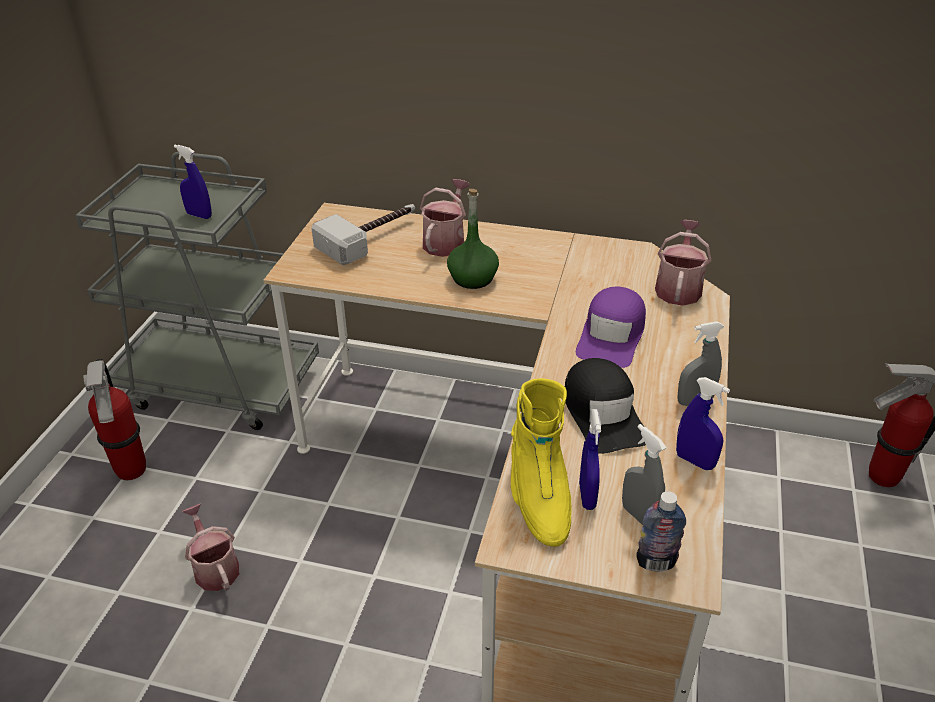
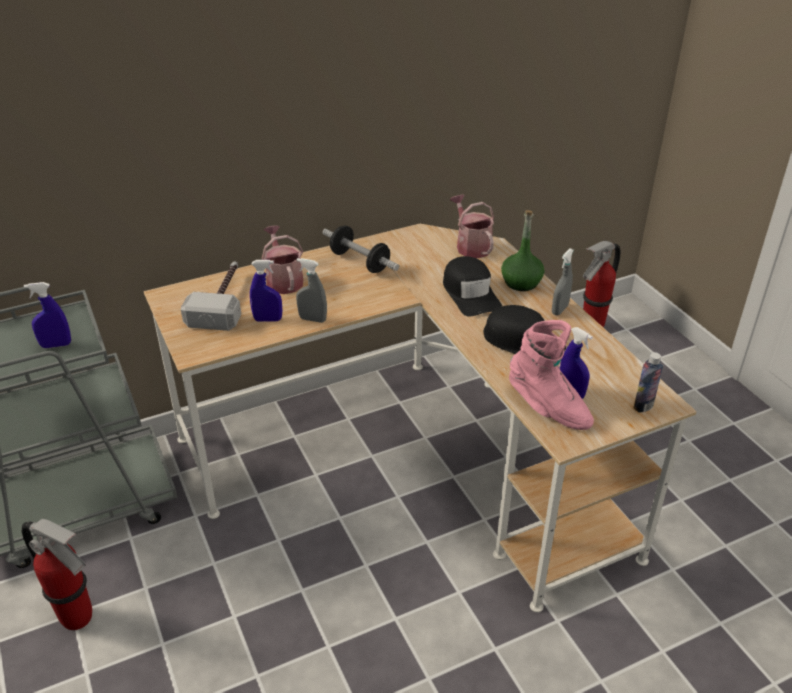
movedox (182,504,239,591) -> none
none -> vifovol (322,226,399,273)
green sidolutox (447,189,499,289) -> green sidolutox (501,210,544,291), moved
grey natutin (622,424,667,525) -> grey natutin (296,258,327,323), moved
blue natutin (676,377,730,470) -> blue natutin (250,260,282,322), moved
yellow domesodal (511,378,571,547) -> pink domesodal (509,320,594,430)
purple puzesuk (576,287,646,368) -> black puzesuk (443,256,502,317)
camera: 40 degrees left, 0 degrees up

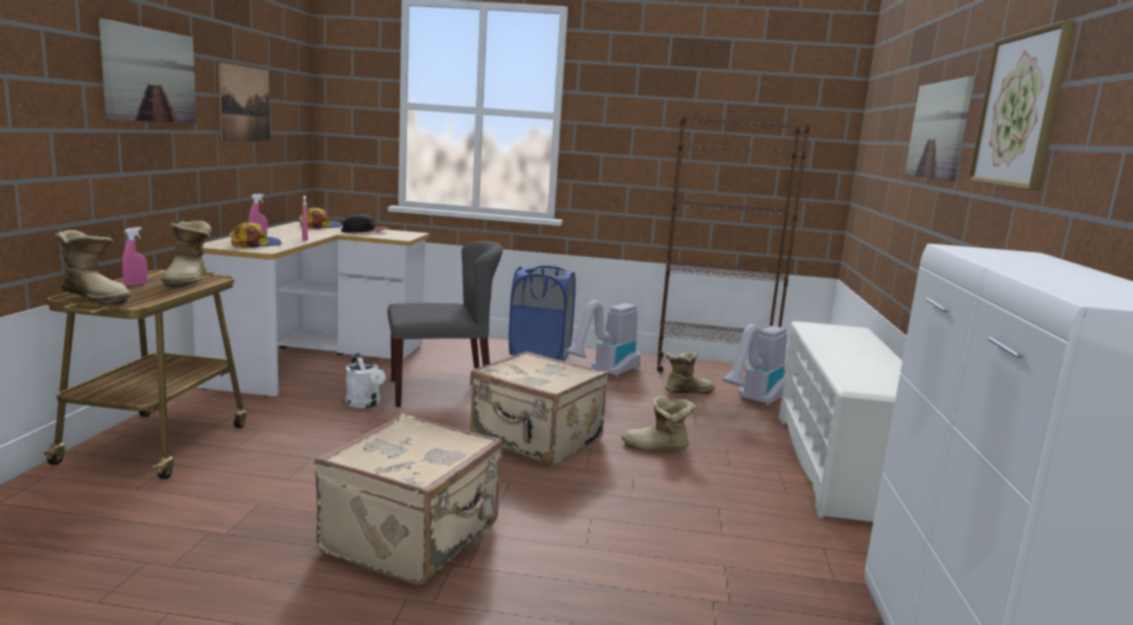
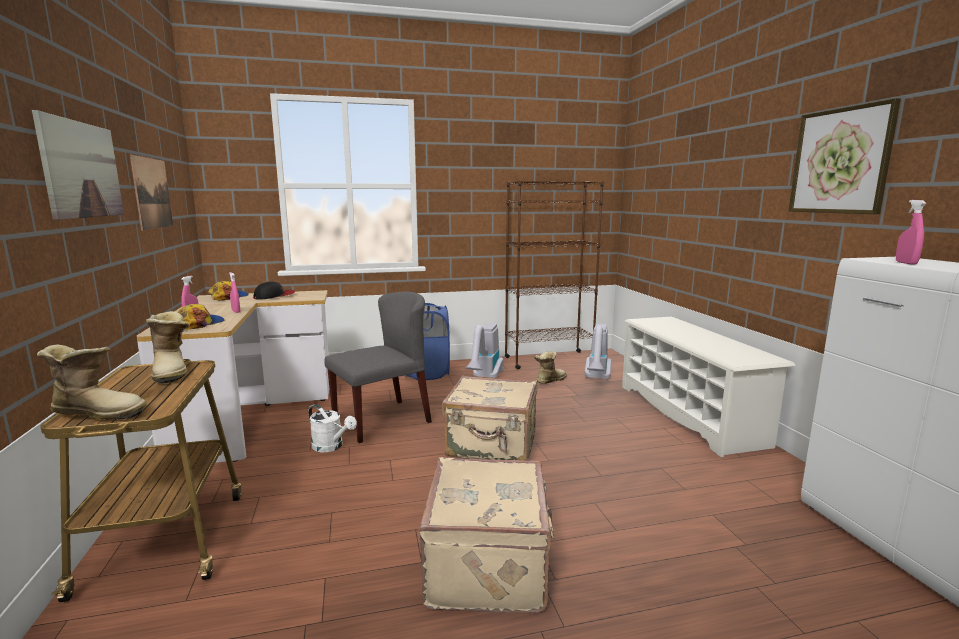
domesodal (622,395,696,450) -> none
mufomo (905,76,975,181) -> none
pink natutin (122,227,147,286) -> pink natutin (896,200,926,265), moved
camera: 20 degrees left, 0 degrees up

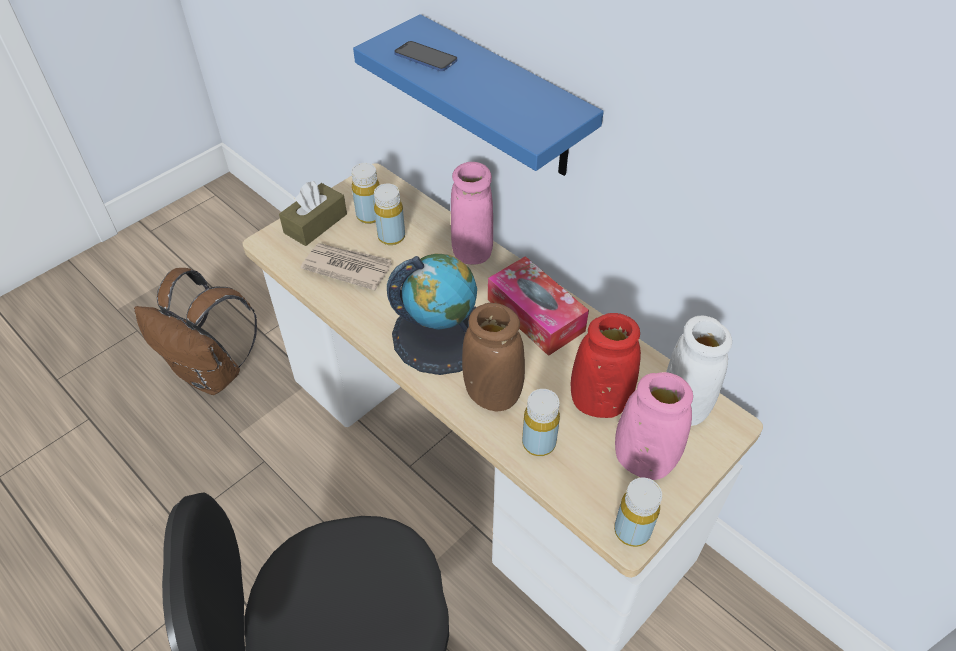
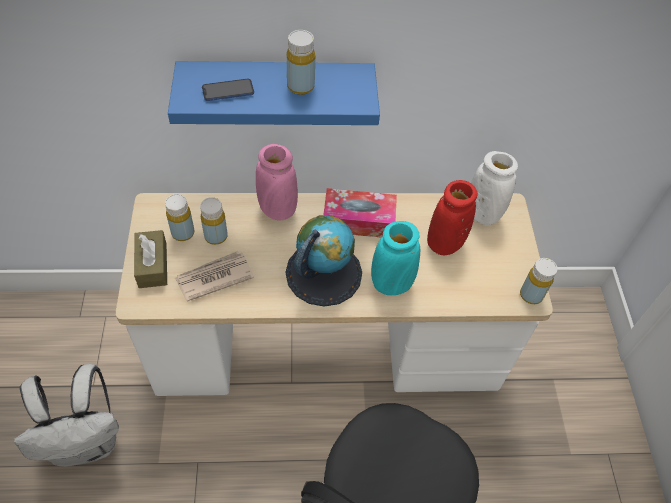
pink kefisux (615,372,693,480) -> none
yellow sidolutox (522,389,560,456) -> yellow sidolutox (286,30,315,95), moved
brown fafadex (134,268,257,395) -> white fafadex (14,364,119,467)
brown kefisux (462,303,525,411) -> turquoise kefisux (371,221,420,295)
camera: 50 degrees left, 5 degrees up

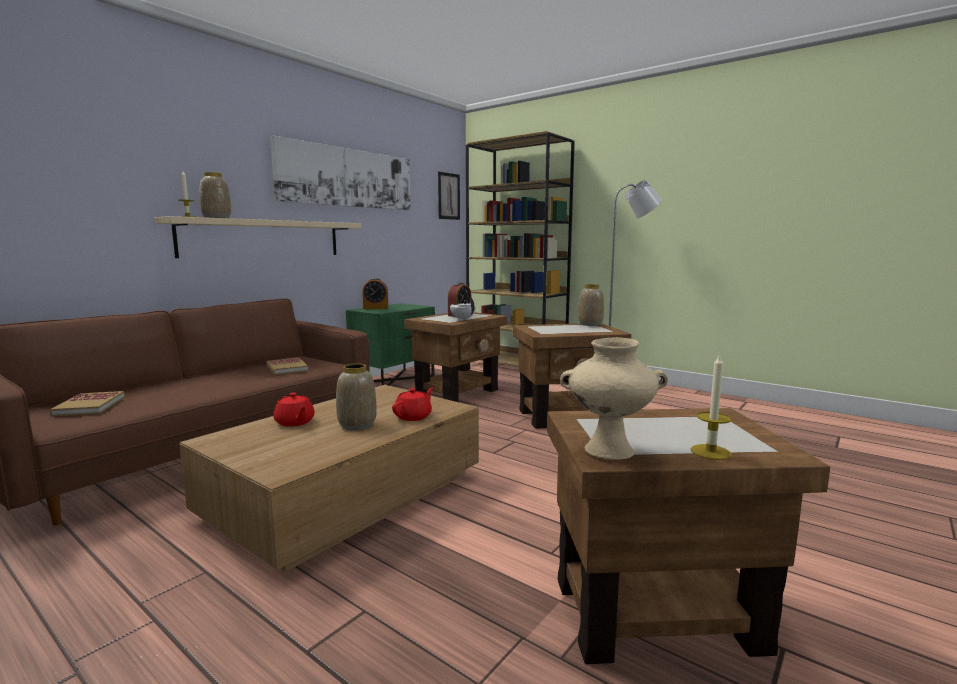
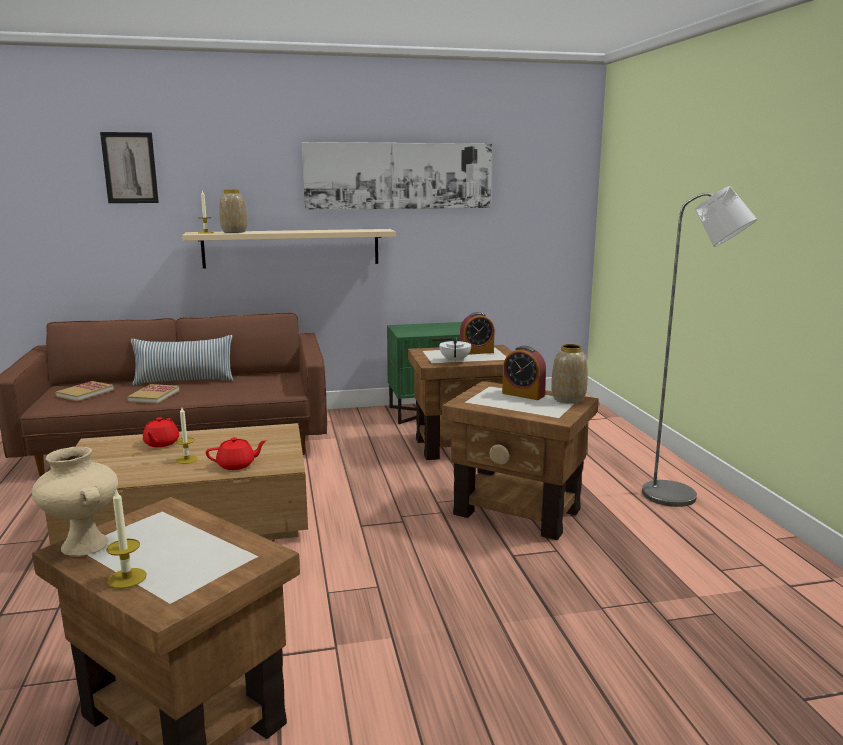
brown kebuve (466,131,575,367) -> none
none -> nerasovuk (131,335,233,386)
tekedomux (267,358,308,375) -> tekedomux (126,384,180,404), moved
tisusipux (362,278,388,309) -> tisusipux (502,346,546,400), moved
mufomo (438,172,460,220) -> mufomo (100,132,159,203), moved
kefisux (336,364,377,430) -> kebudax (176,407,198,464)
camera: 40 degrees right, 5 degrees up

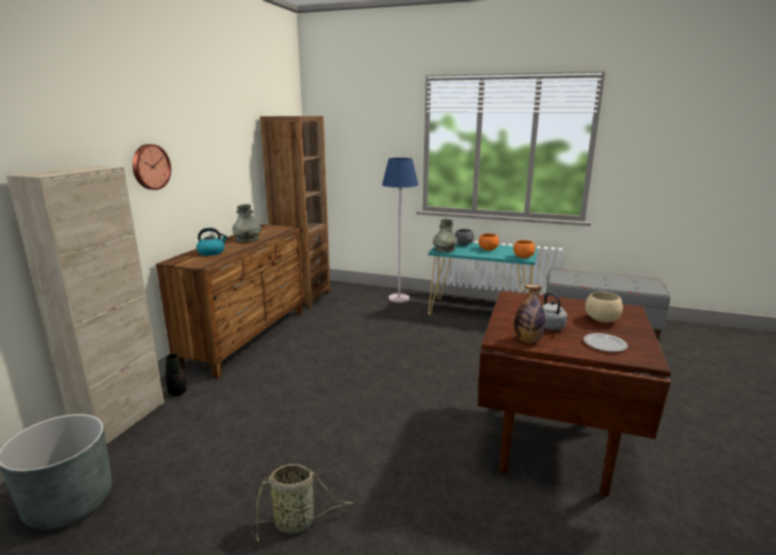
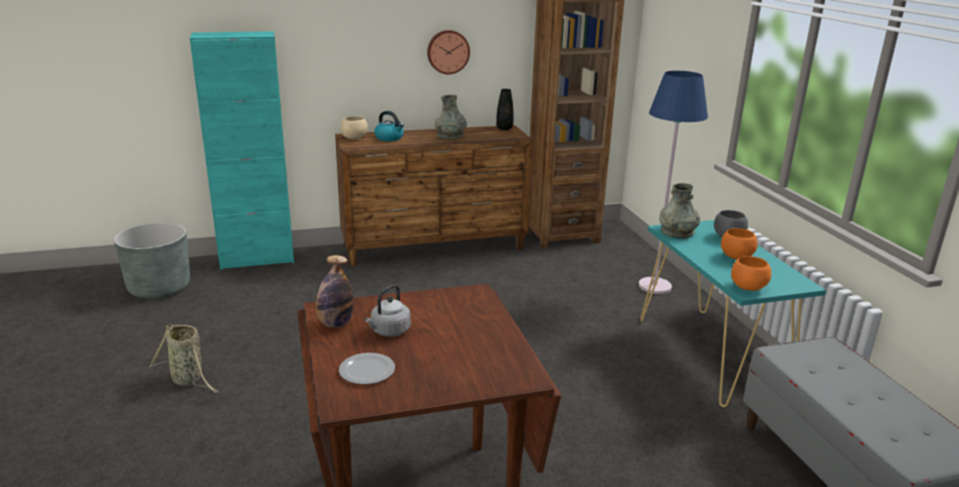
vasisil (132,144,171,190) -> vasisil (427,30,470,74), moved
black kefisux (166,354,187,396) -> black kefisux (496,89,514,130), moved
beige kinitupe (585,291,623,322) -> beige kinitupe (340,116,368,139), moved
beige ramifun (6,166,164,444) -> turquoise ramifun (190,31,294,270)
camera: 55 degrees right, 5 degrees up

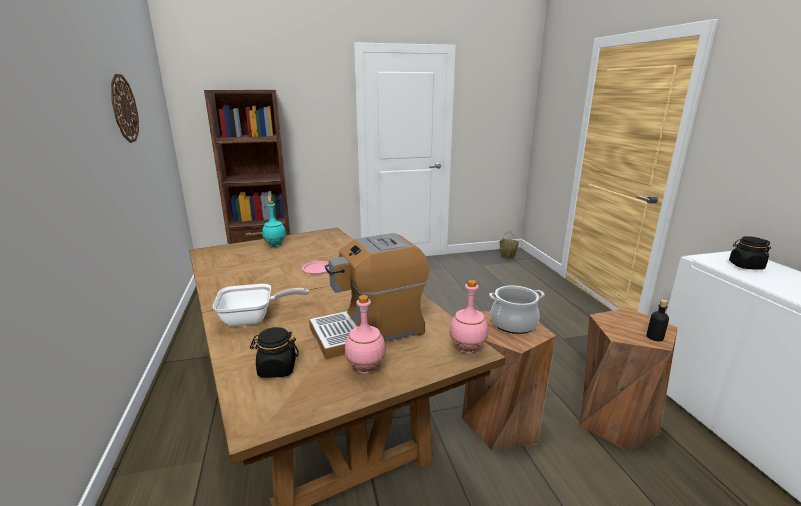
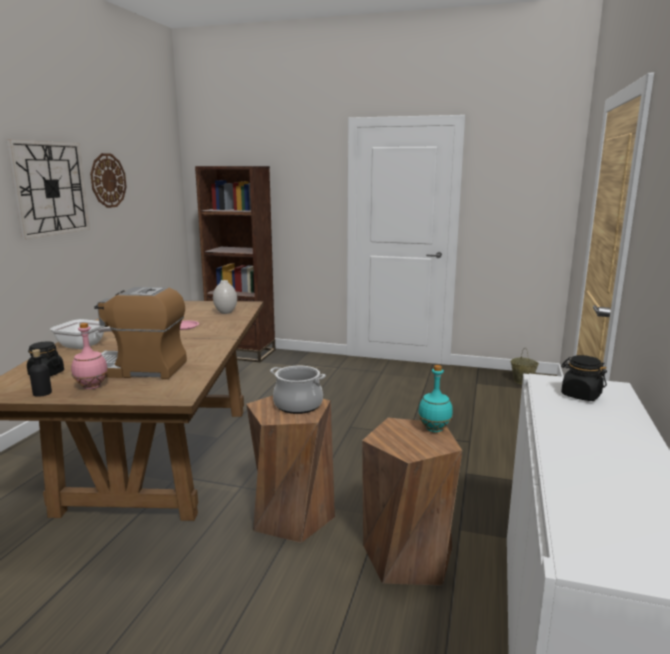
pink sidolutox (449,280,488,353) -> none
none -> vasisil (7,140,90,239)
none -> white kefisux (213,280,237,314)
turquoise sidolutox (262,201,286,247) -> turquoise sidolutox (418,365,453,432), moved
black sidolutox (647,299,669,341) -> black sidolutox (29,349,52,397), moved
camera: 30 degrees right, 5 degrees down

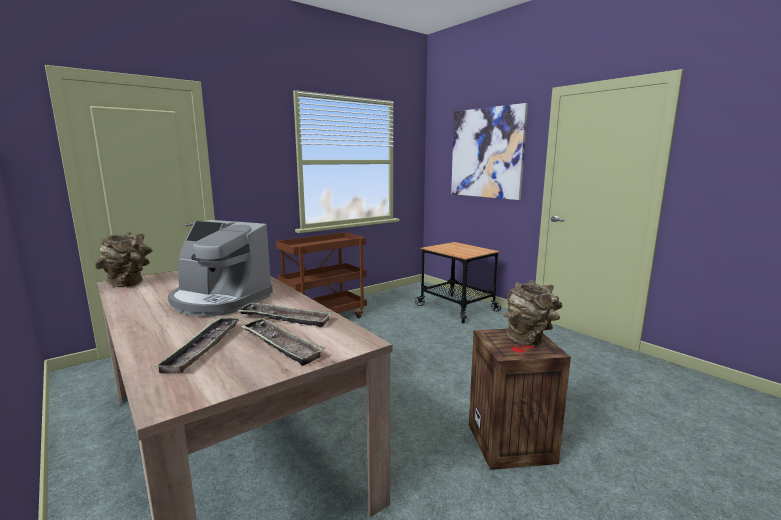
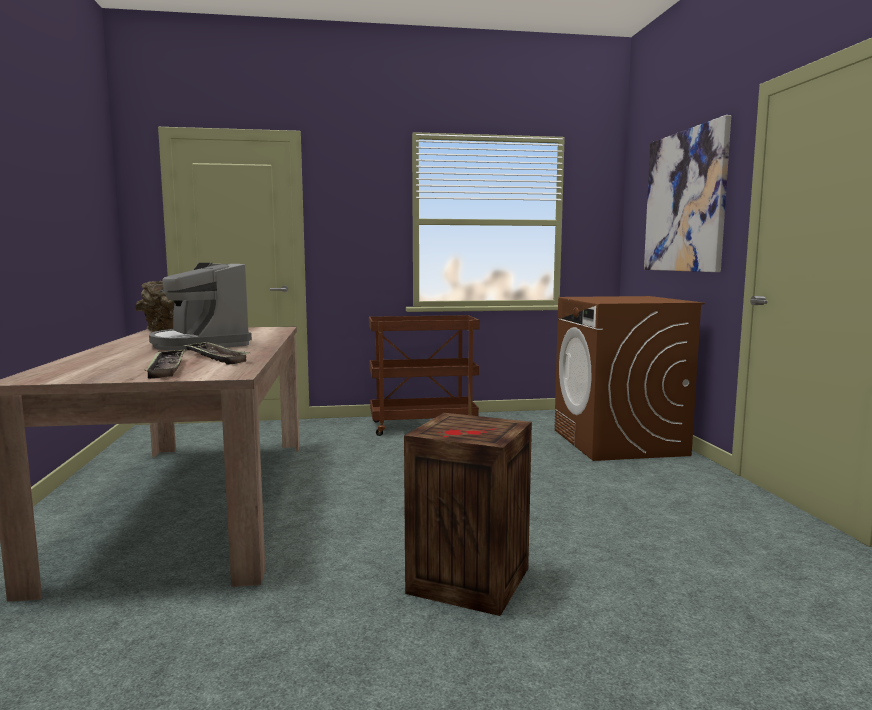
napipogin (154,317,240,374) -> none
brown kefisux (503,280,563,346) -> none
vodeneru (415,242,501,323) -> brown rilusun (554,296,705,461)
camera: 30 degrees right, 5 degrees down

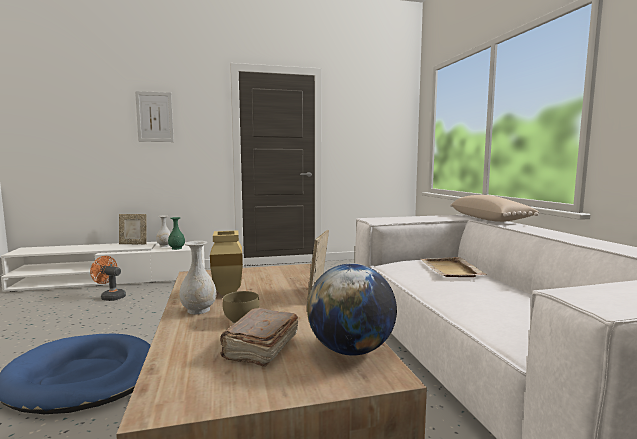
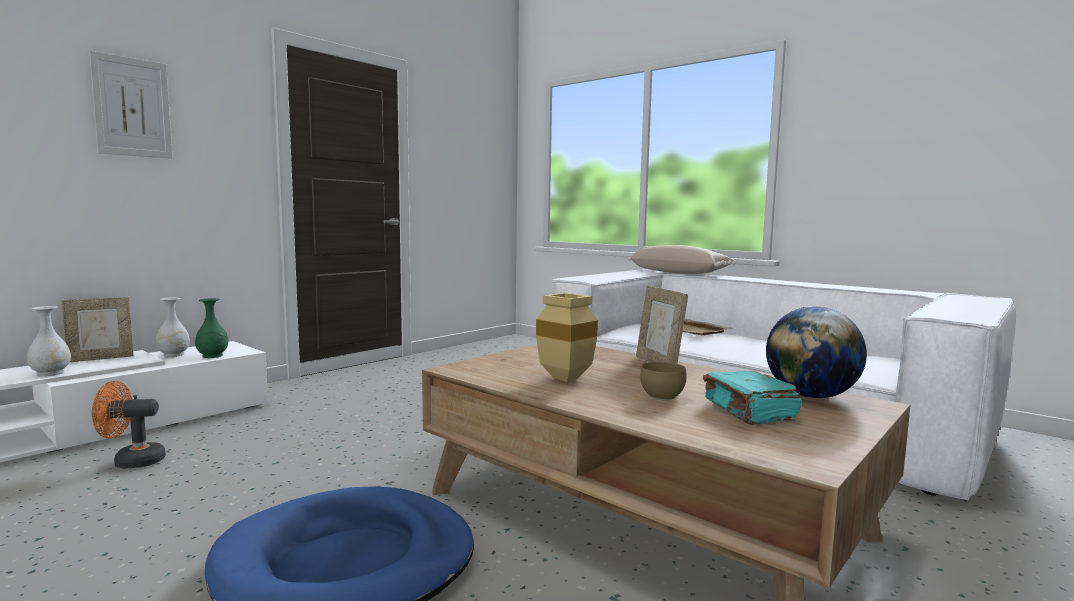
white kefisux (179,241,217,314) -> white kefisux (27,306,71,376), moved
brown tekedomux (220,308,298,367) -> turquoise tekedomux (703,370,802,425)
camera: 35 degrees left, 0 degrees up

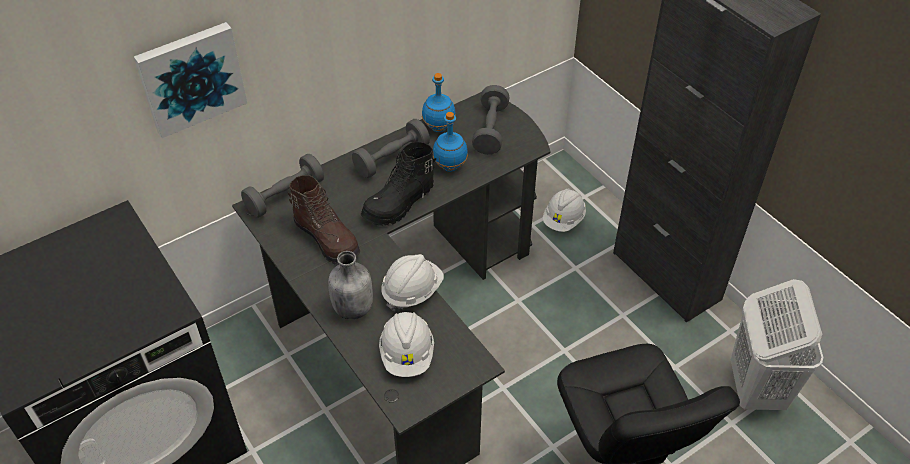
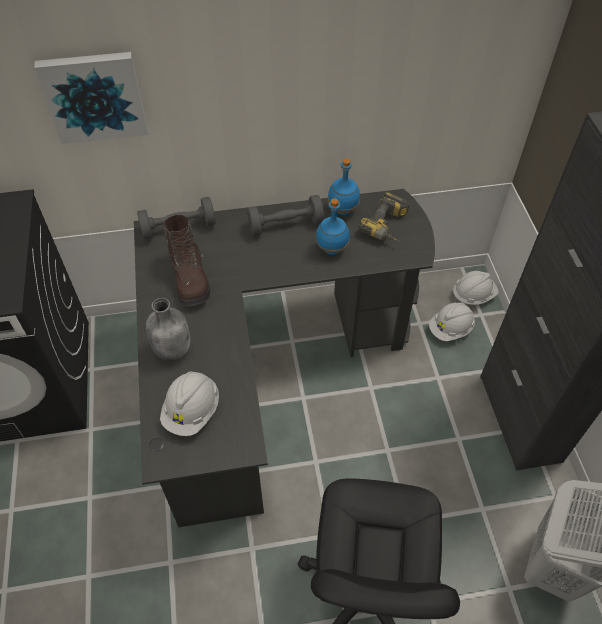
black domesodal (361,142,436,226) -> none
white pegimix (381,254,444,312) -> white pegimix (453,271,499,305), moved
grey vifovol (472,85,510,155) -> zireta (358,192,409,241)
camera: 25 degrees right, 5 degrees up

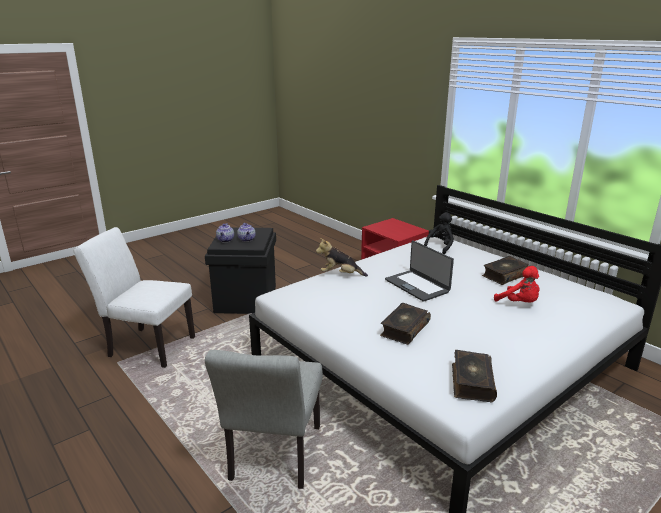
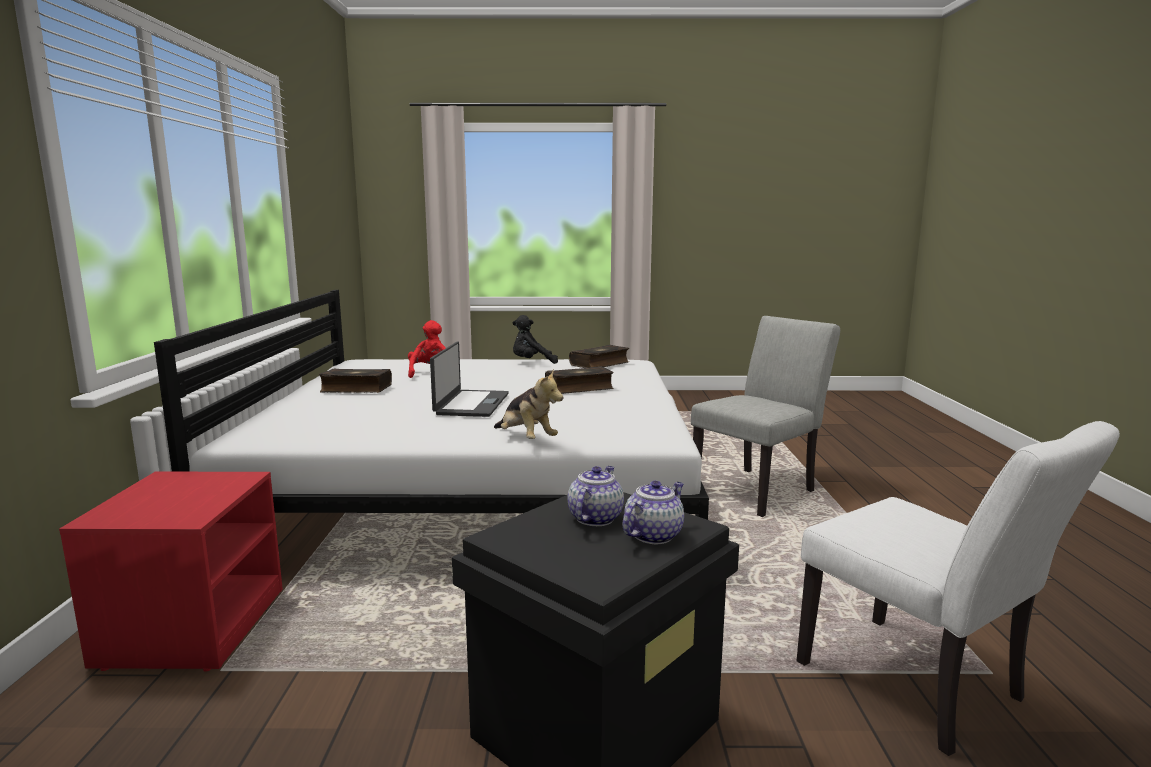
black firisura (424,212,454,254) -> black firisura (512,315,558,364), moved
camera: 140 degrees left, 10 degrees down

